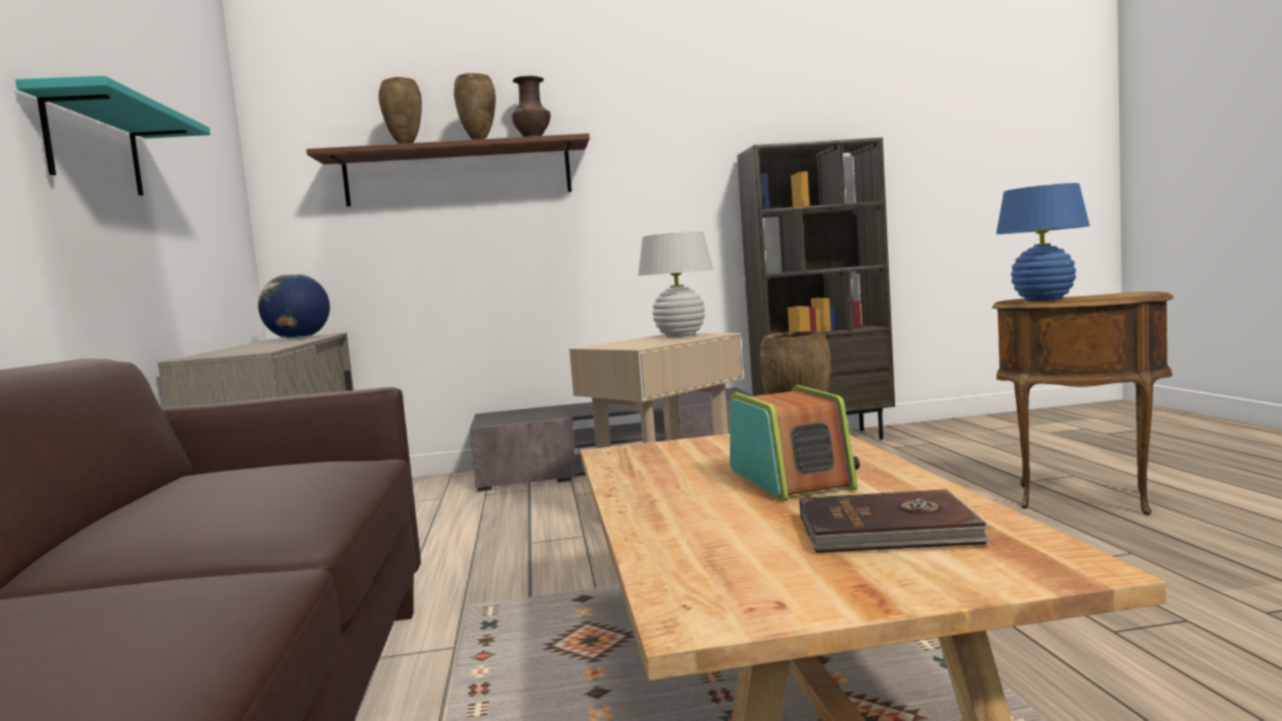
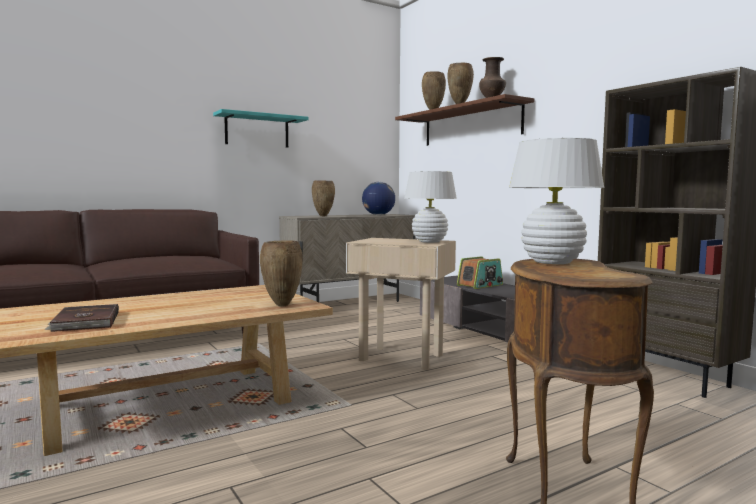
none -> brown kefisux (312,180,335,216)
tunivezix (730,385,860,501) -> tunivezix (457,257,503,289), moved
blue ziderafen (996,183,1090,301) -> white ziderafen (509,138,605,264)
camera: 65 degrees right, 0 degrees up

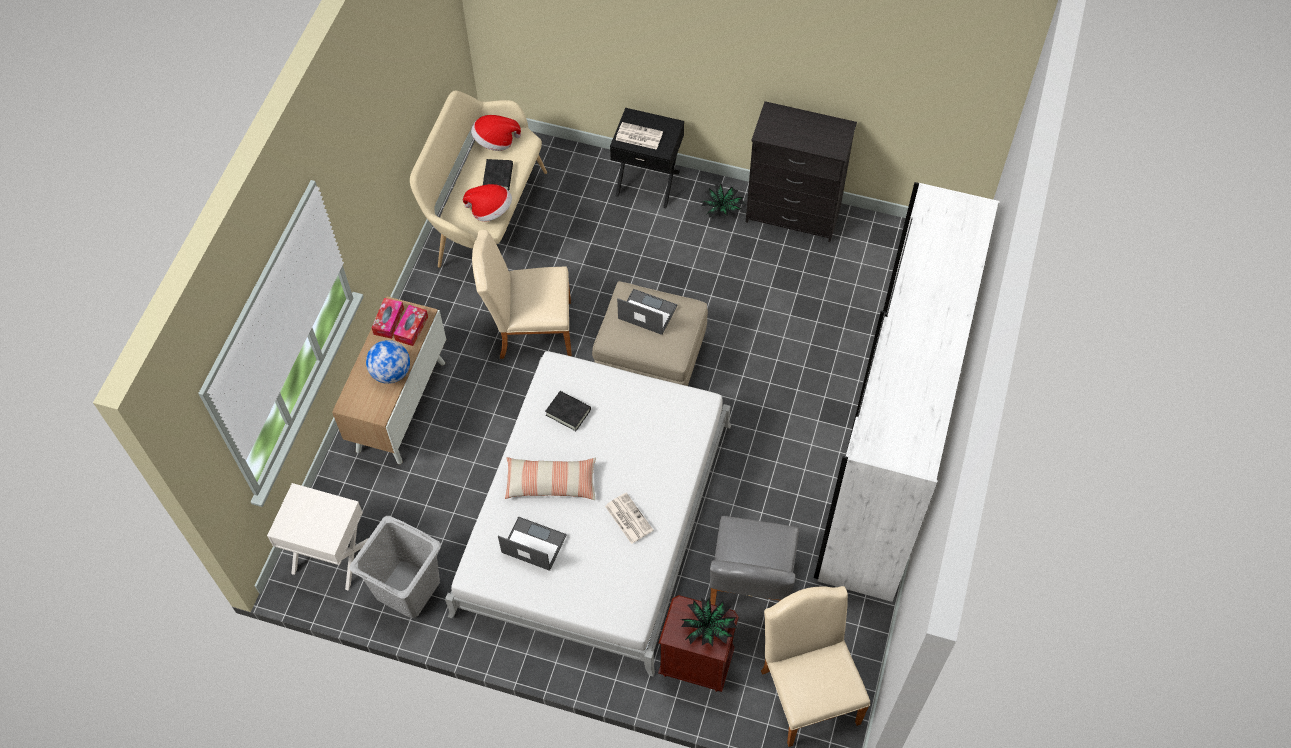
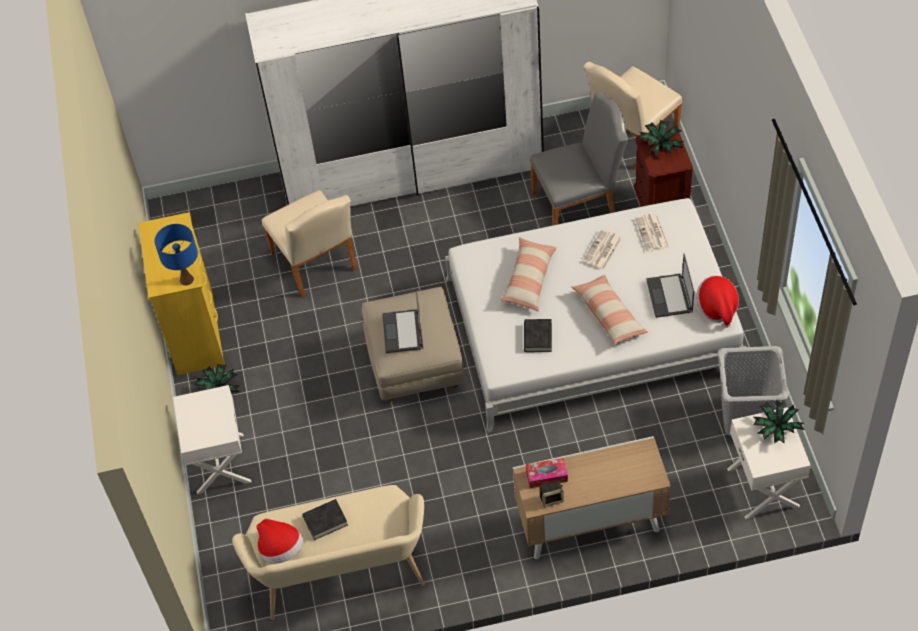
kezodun (366,340,410,384) -> none
none -> blue ziderafen (154,224,198,286)
none -> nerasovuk (500,237,557,311)
none -> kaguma (753,401,804,444)
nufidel (463,184,512,222) -> nufidel (696,275,739,328), moved
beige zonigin (472,230,572,359) -> beige zonigin (262,190,358,298), moved
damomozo (616,122,663,150) -> damomozo (635,213,669,252), moved
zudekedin (372,298,404,339) -> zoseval (539,481,564,507)
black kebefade (610,108,684,208) -> white kebefade (173,385,251,494)
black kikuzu (746,101,857,242) -> yellow kikuzu (138,212,225,375)
camera: 115 degrees left, 5 degrees down

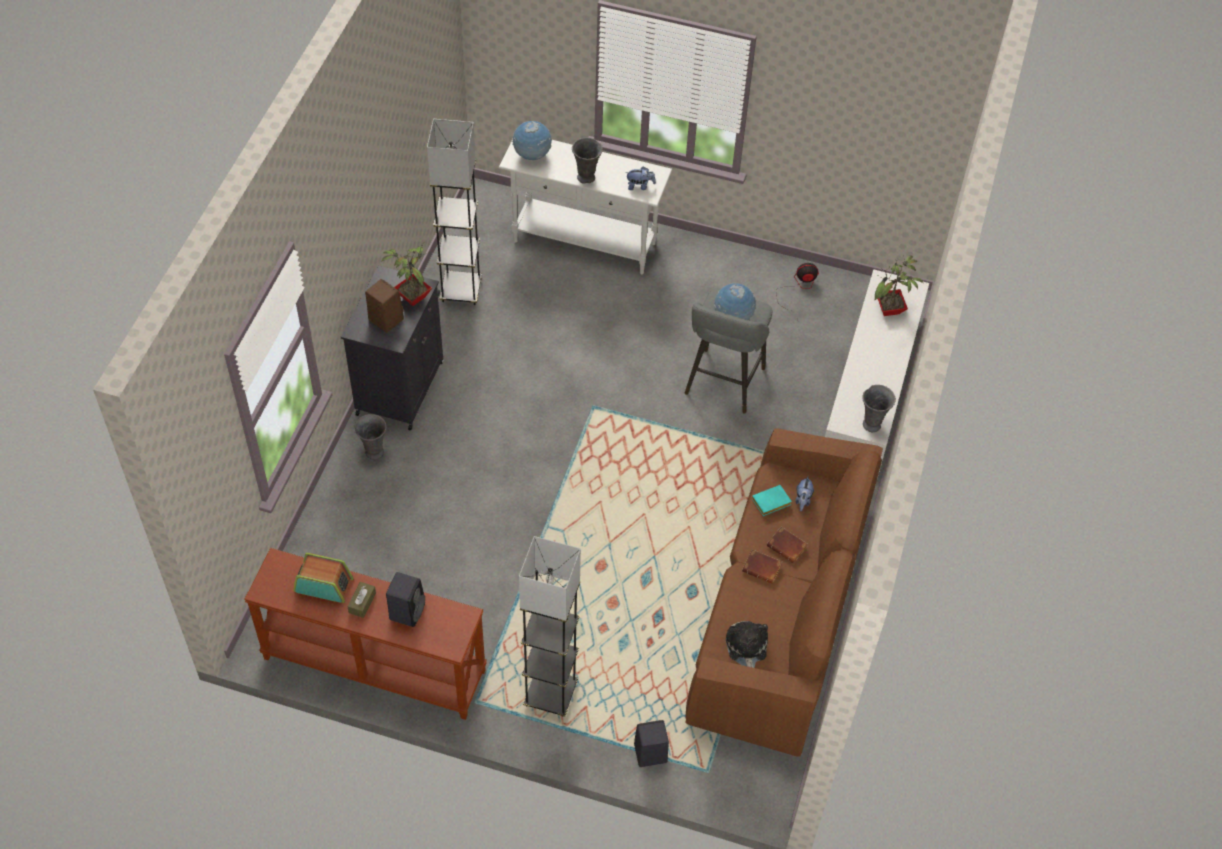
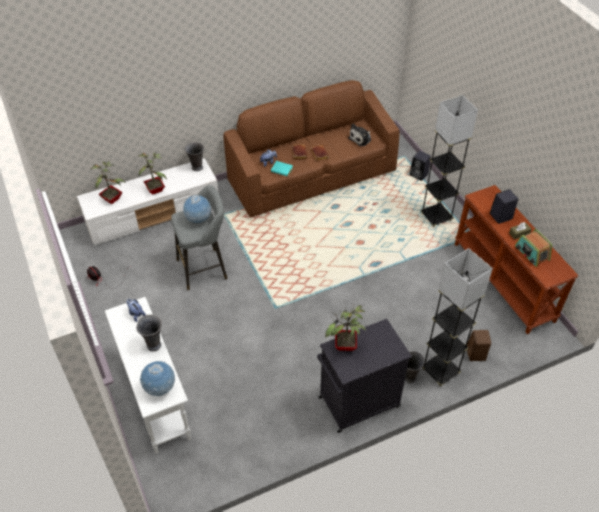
none -> kaguma (139,153,167,195)
brown zoseval (365,279,404,333) -> brown zoseval (467,330,491,361), moved
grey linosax (427,119,482,305) -> grey linosax (423,248,493,386), moved
camera: 130 degrees left, 5 degrees down

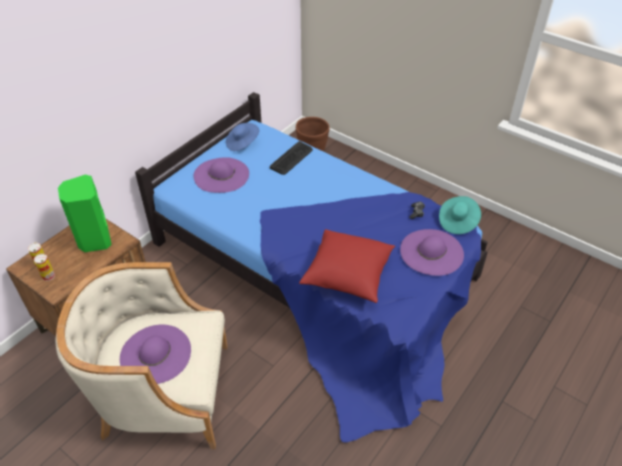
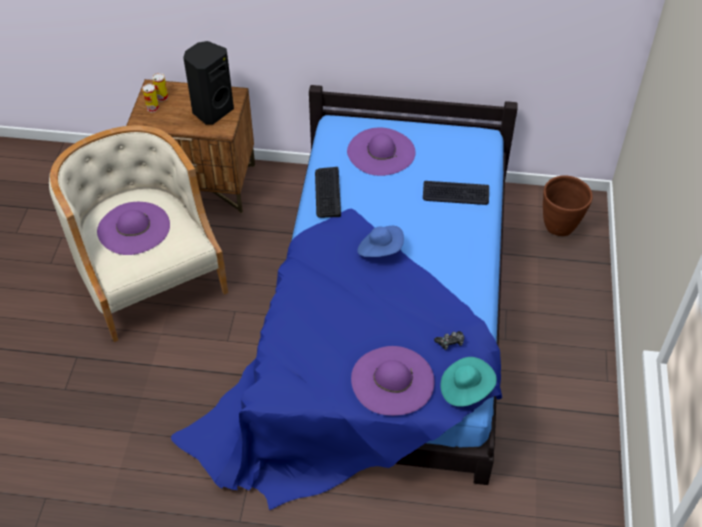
red nerasovuk (299,229,395,303) -> none
none -> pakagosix (315,167,341,218)
blue nufidel (226,123,259,151) -> blue nufidel (357,226,404,257), moved
green zoseval (58,175,112,252) -> black zoseval (183,41,234,125)
camera: 60 degrees right, 5 degrees up

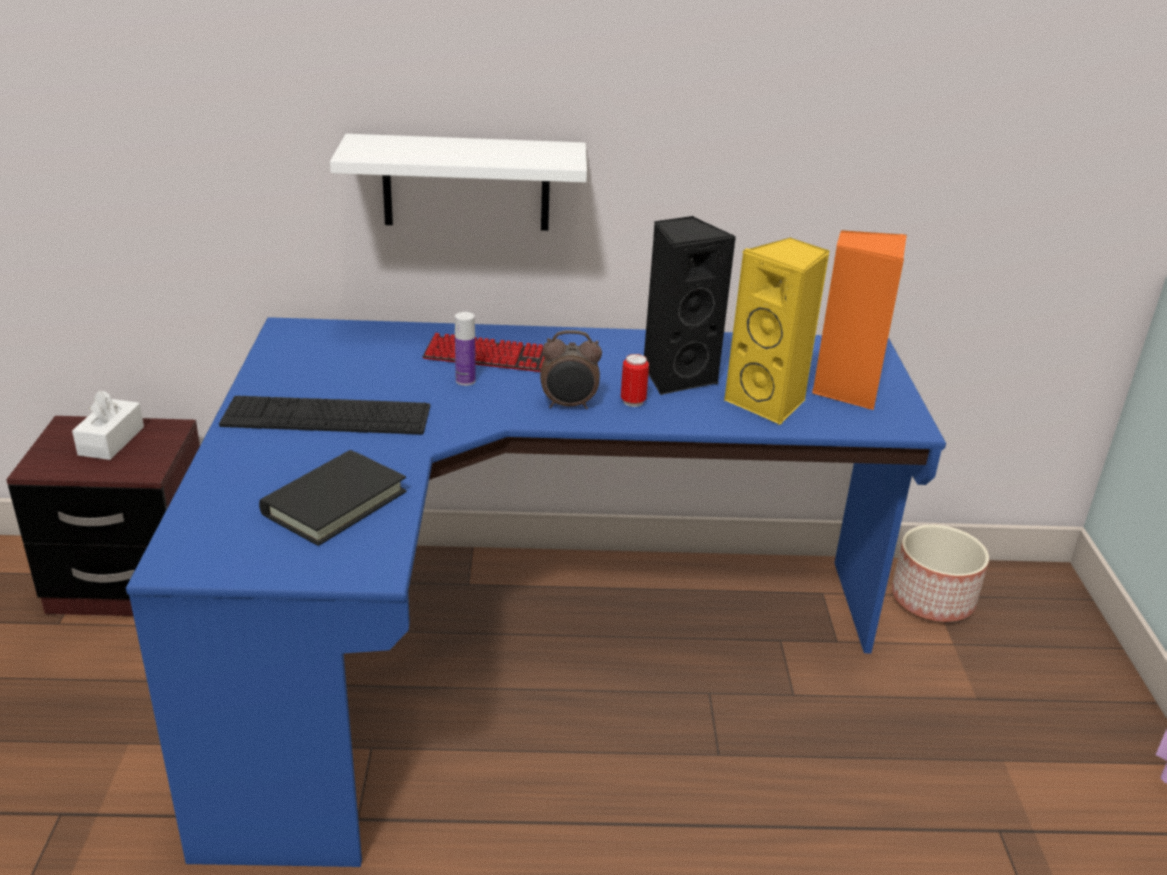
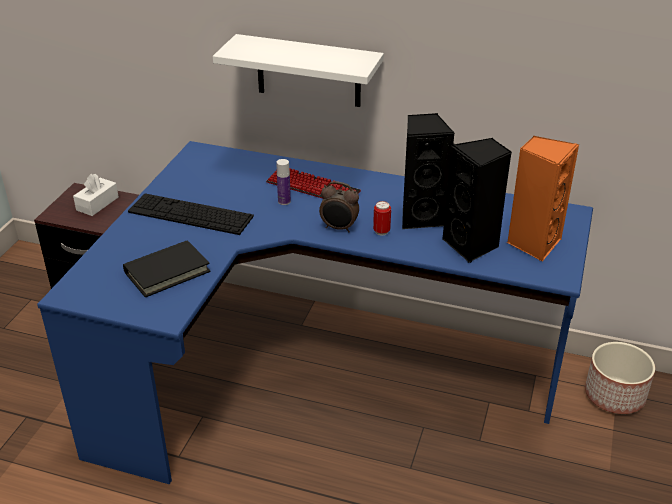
yellow zoseval (724,238,830,425) -> black zoseval (442,138,512,263)
camera: 20 degrees right, 5 degrees up

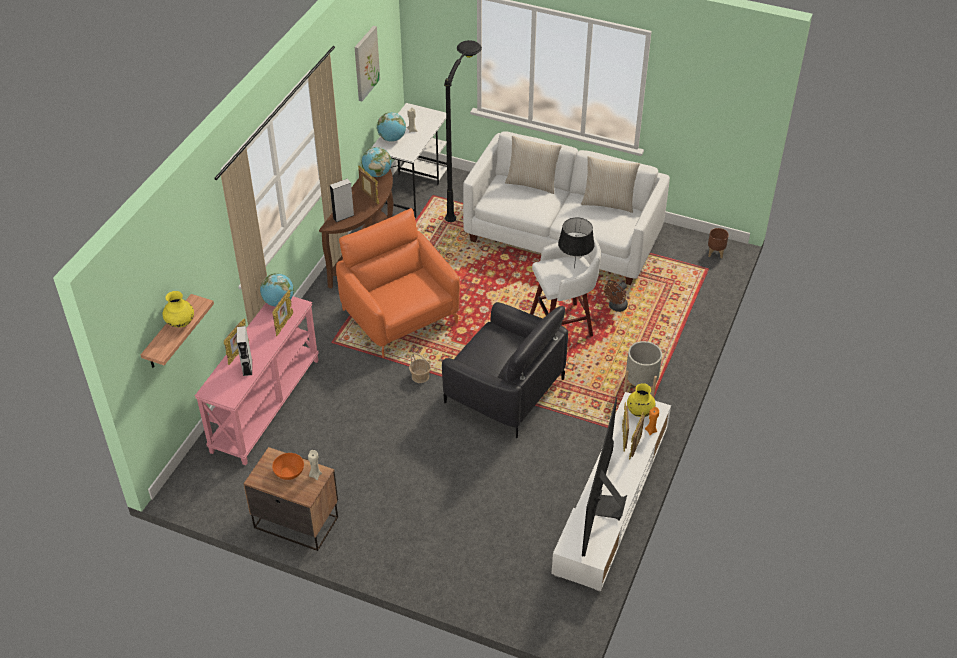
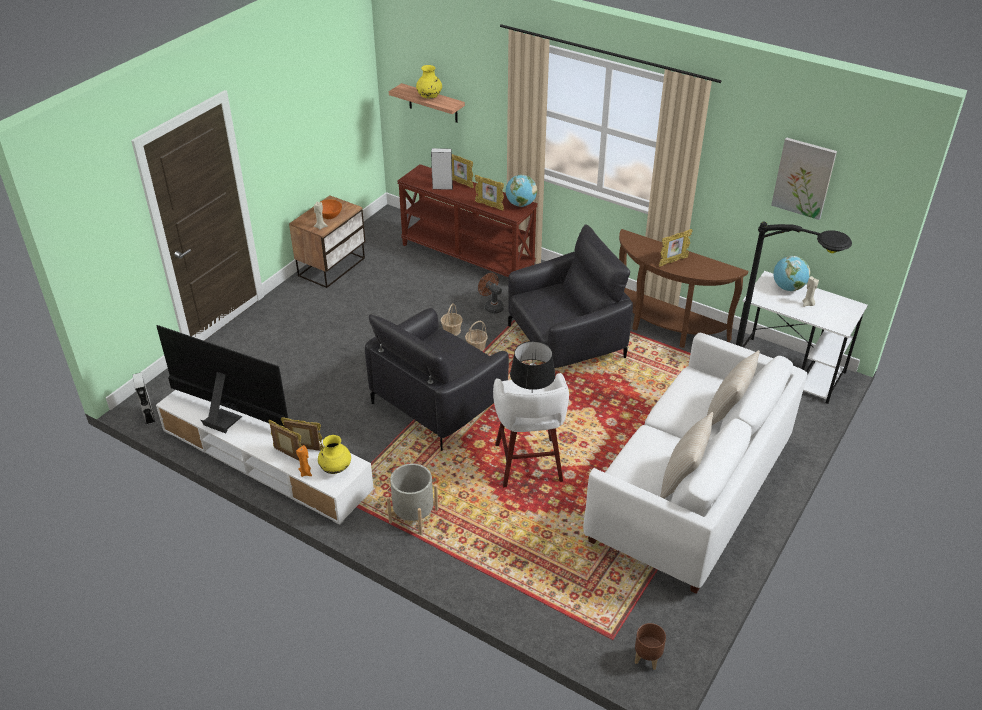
kezodun (361,147,392,177) -> none
none -> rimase (440,303,463,336)
grey zoseval (330,179,354,222) -> grey zoseval (132,372,155,425), moved
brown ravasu (604,282,628,312) -> brown ravasu (478,273,504,314), moved
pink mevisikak (195,297,319,465) -> brown mevisikak (397,164,538,277)
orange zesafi (336,208,460,358) -> black zesafi (508,225,633,368)
camera: 100 degrees right, 5 degrees down

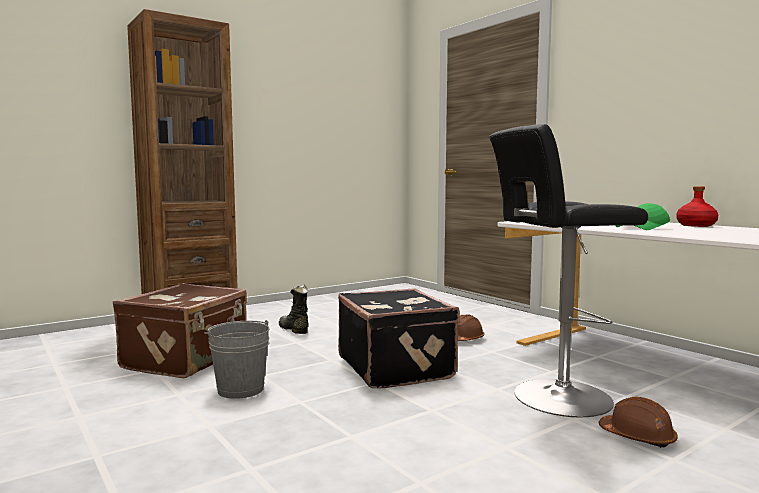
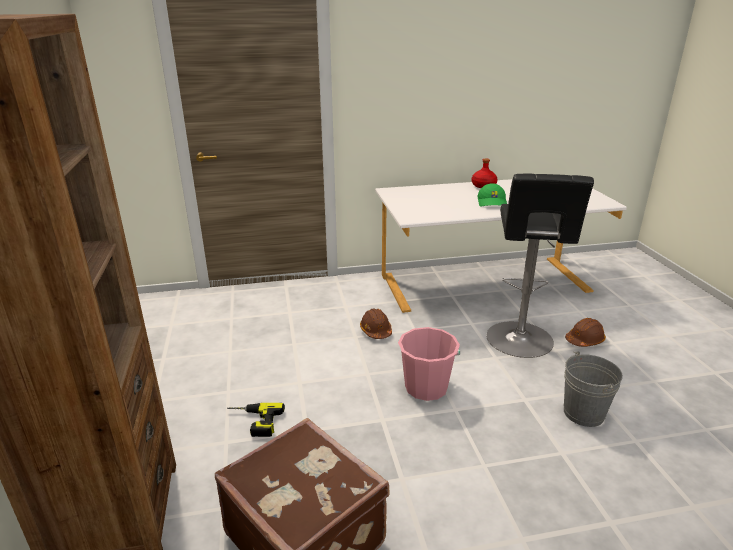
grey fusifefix (204,320,269,399) -> grey fusifefix (563,351,623,427), moved
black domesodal (279,284,308,334) -> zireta (227,403,285,437)
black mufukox (338,288,460,389) -> pink fusifefix (398,327,461,401)
camera: 65 degrees left, 20 degrees up

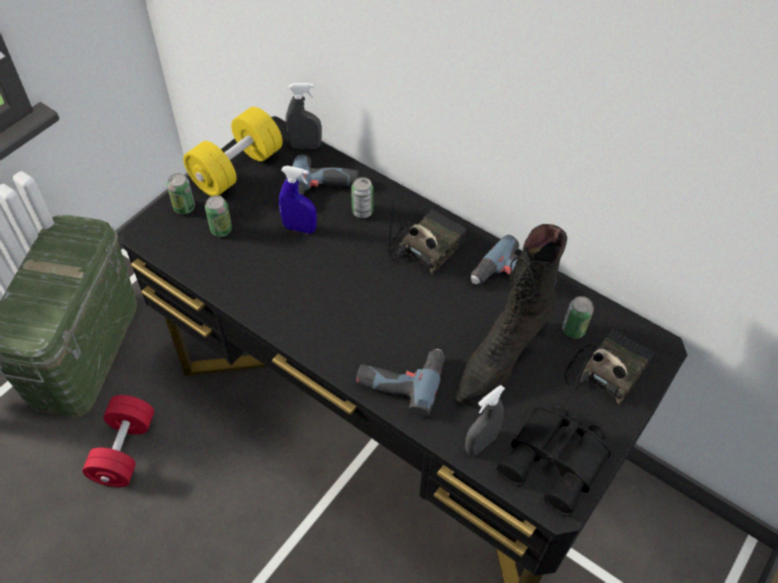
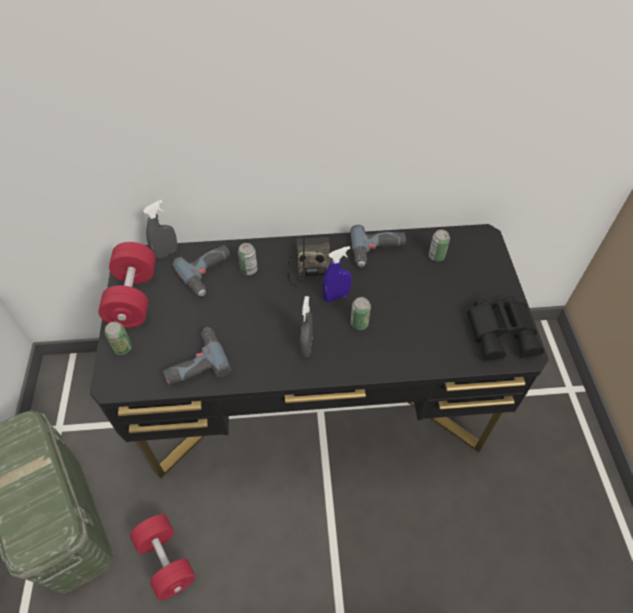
black domesodal (457,224,567,404) -> none
tunivezix (564,328,654,405) -> none
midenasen (205,195,232,237) -> midenasen (351,297,371,330), moved
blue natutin (279,166,317,234) -> blue natutin (322,246,352,302), moved
zireta (356,349,445,417) -> zireta (163,327,231,384), moved
grey natutin (465,385,505,456) -> grey natutin (300,296,313,358), moved
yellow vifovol (183,107,283,196) -> red vifovol (98,242,156,328)
camera: 40 degrees left, 0 degrees up

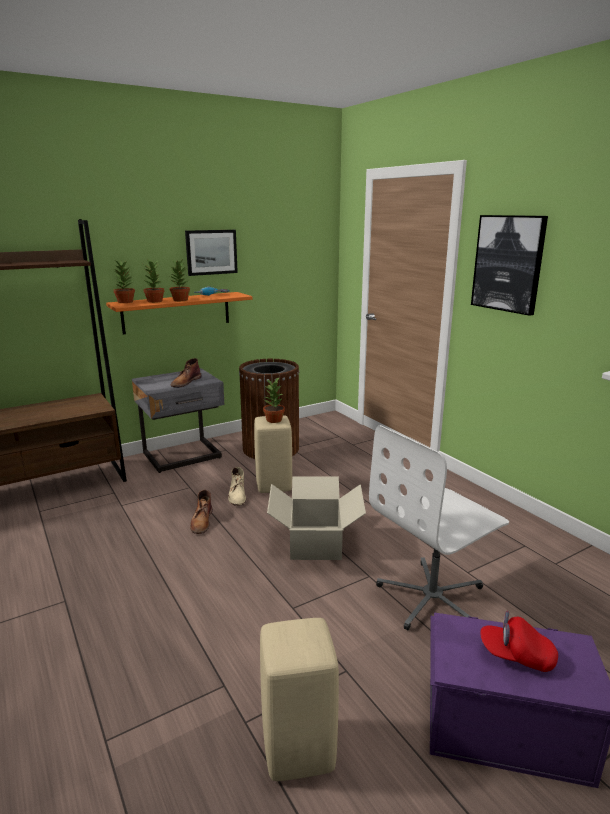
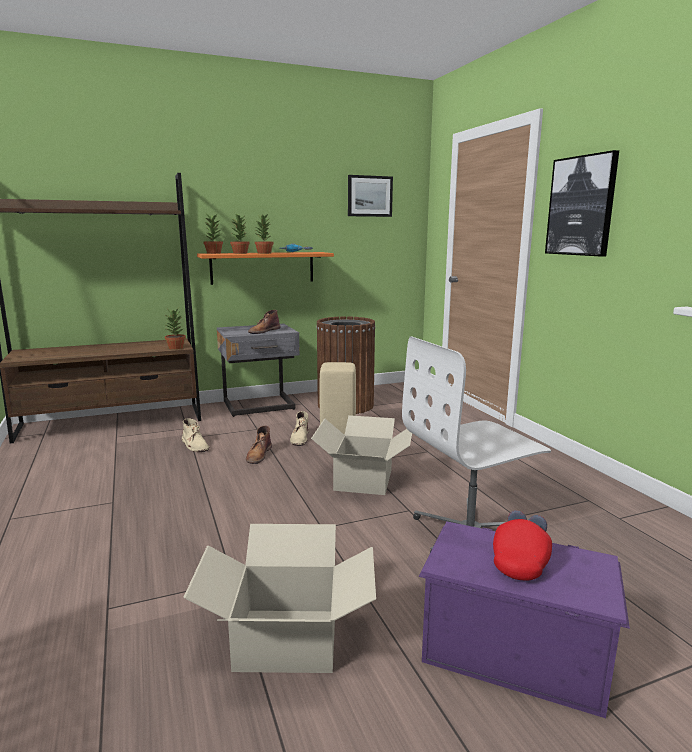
none -> beige domesodal (182,418,210,452)
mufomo (185,230,238,276) -> mufomo (348,175,393,217), moved
kaguma (263,377,285,423) -> kaguma (165,308,186,350), moved
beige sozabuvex (260,618,339,781) -> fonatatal (183,524,376,673)
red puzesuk (480,611,558,672) -> red puzesuk (493,510,552,580), 90 degrees clockwise
camera: 10 degrees right, 5 degrees down

